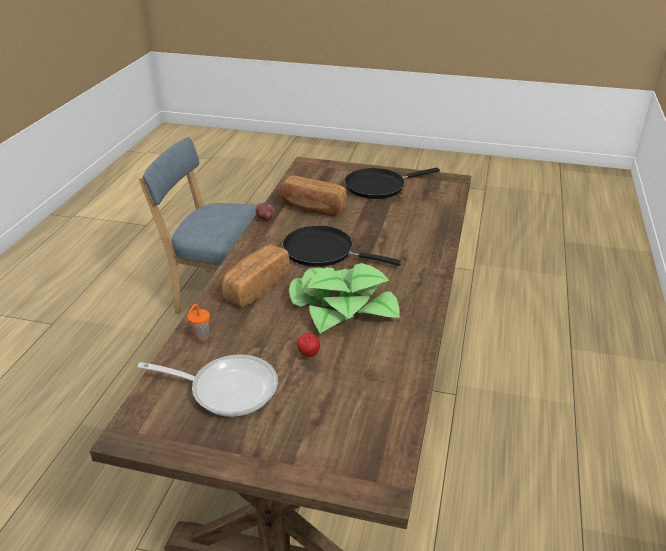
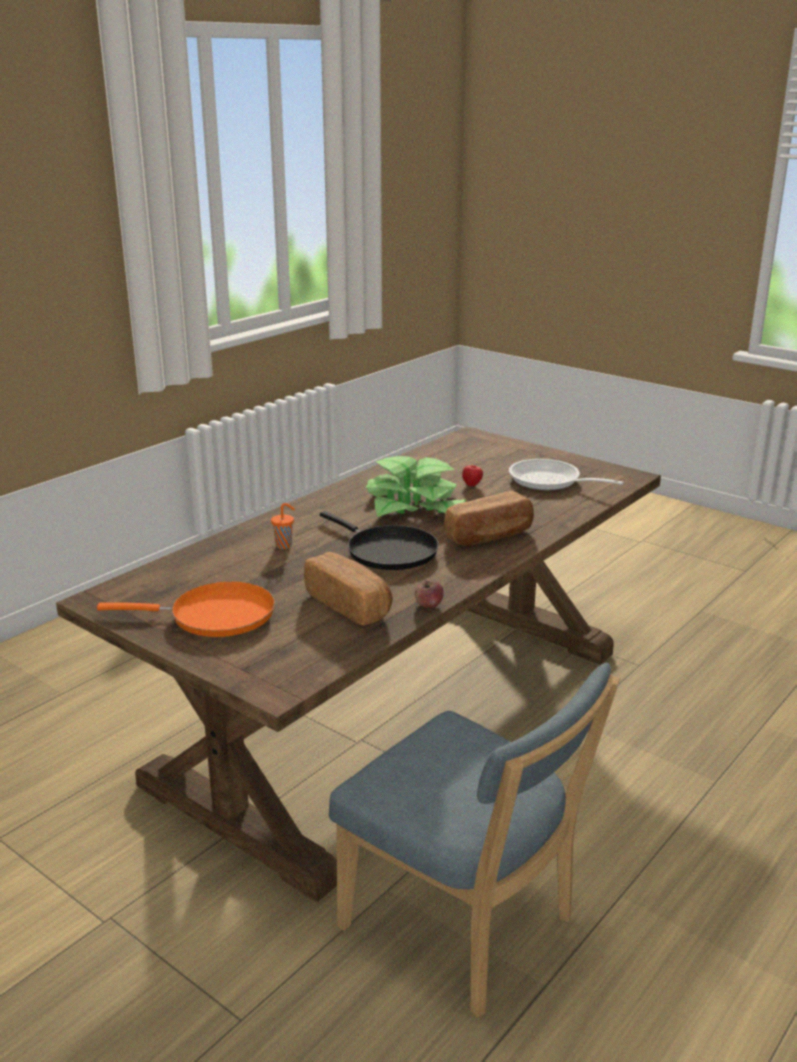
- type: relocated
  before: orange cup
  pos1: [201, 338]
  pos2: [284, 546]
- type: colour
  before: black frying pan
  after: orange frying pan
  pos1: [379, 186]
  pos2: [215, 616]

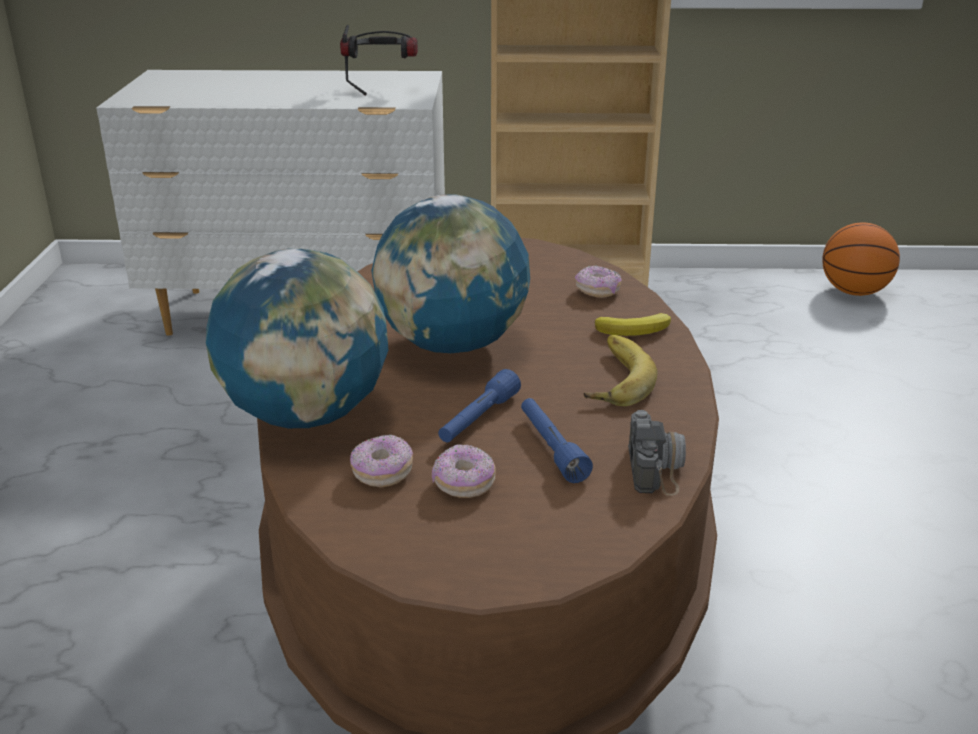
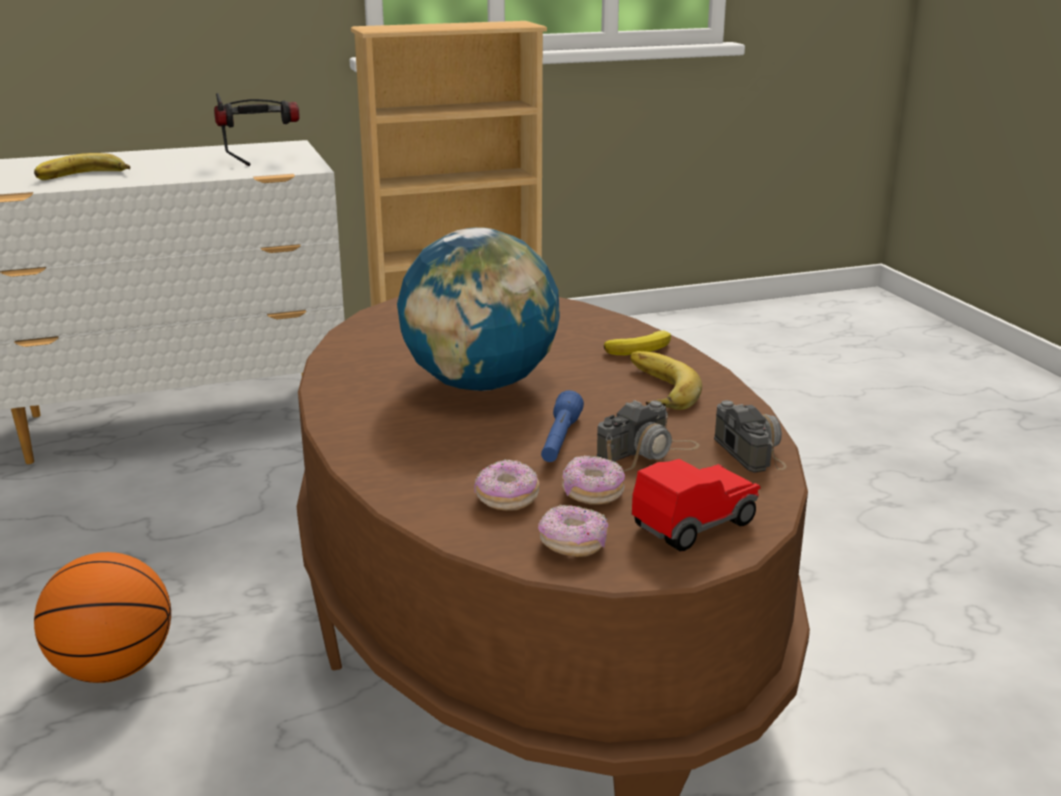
- type: missing
  before: globe
  pos1: [306, 415]
- type: exchanged
  before: blue flashlight
  after: photo camera
  pos1: [551, 448]
  pos2: [647, 452]
- type: relocated
  before: donut
  pos1: [597, 292]
  pos2: [573, 545]
- type: relocated
  before: basketball
  pos1: [854, 292]
  pos2: [113, 669]
- type: appeared
  after: banana
  pos2: [84, 176]
- type: appeared
  after: toy car
  pos2: [694, 525]

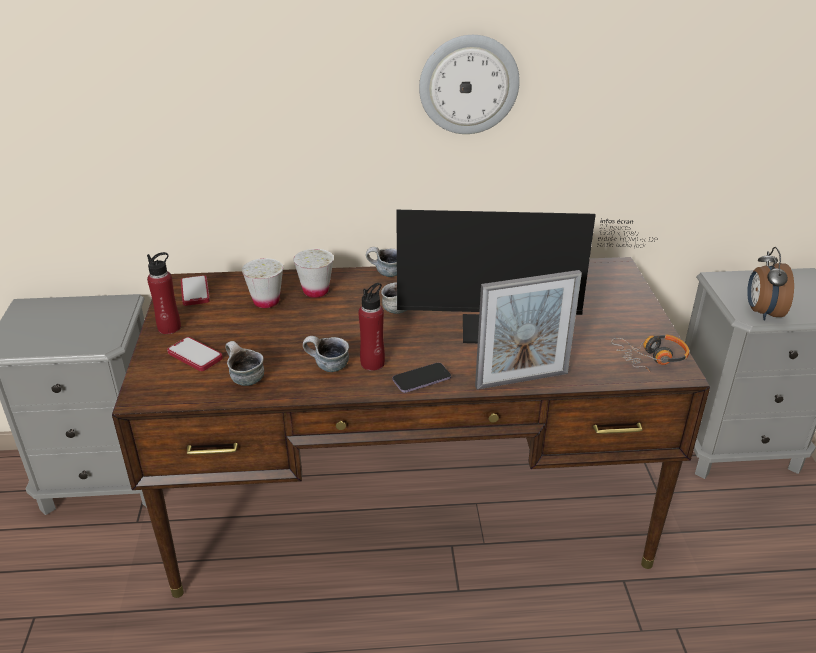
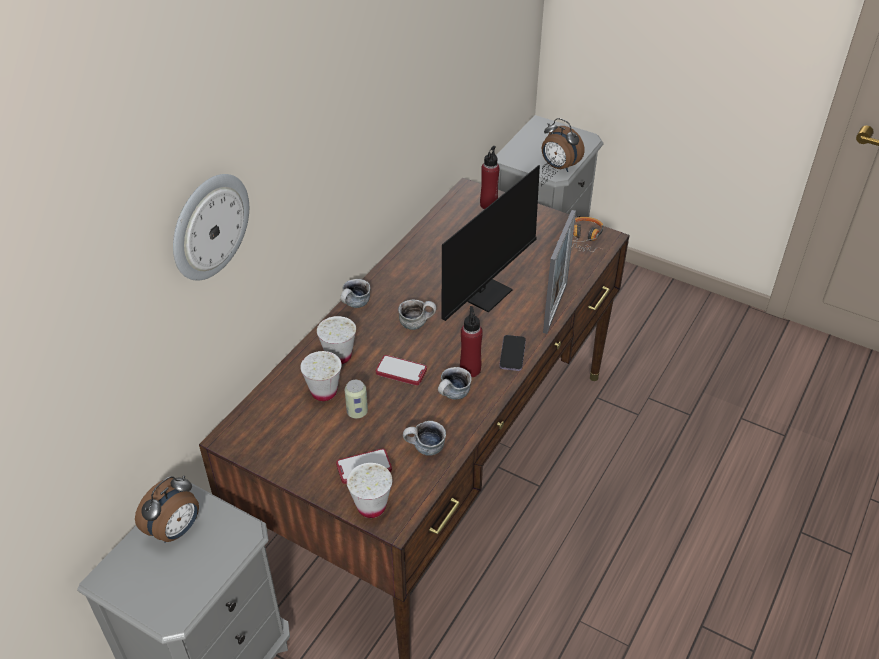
- type: relocated
  before: red bottle
  pos1: [169, 327]
  pos2: [488, 205]
- type: relocated
  before: phone
  pos1: [195, 292]
  pos2: [401, 371]
- type: relocated
  before: wall clock
  pos1: [468, 84]
  pos2: [209, 226]
- type: appeared
  after: alarm clock
  pos2: [176, 530]
- type: appeared
  after: can
  pos2: [357, 412]
- type: appeared
  after: white cup
  pos2: [371, 507]

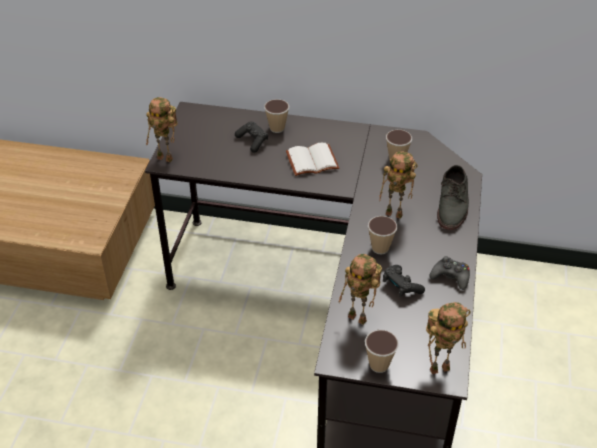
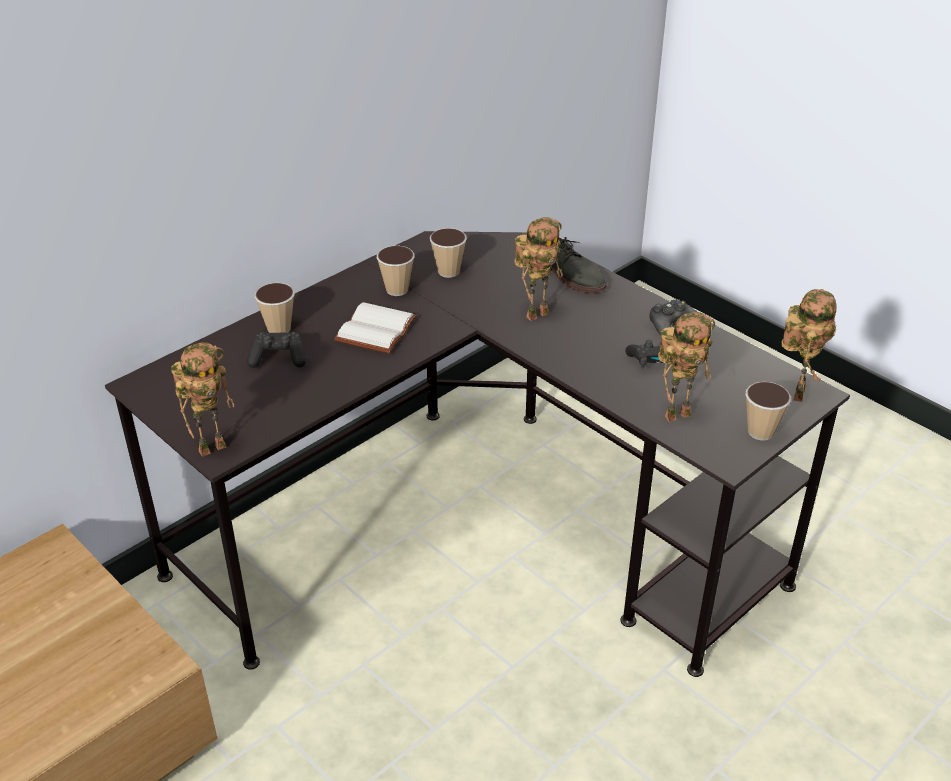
- type: relocated
  before: cup
  pos1: [380, 248]
  pos2: [397, 290]

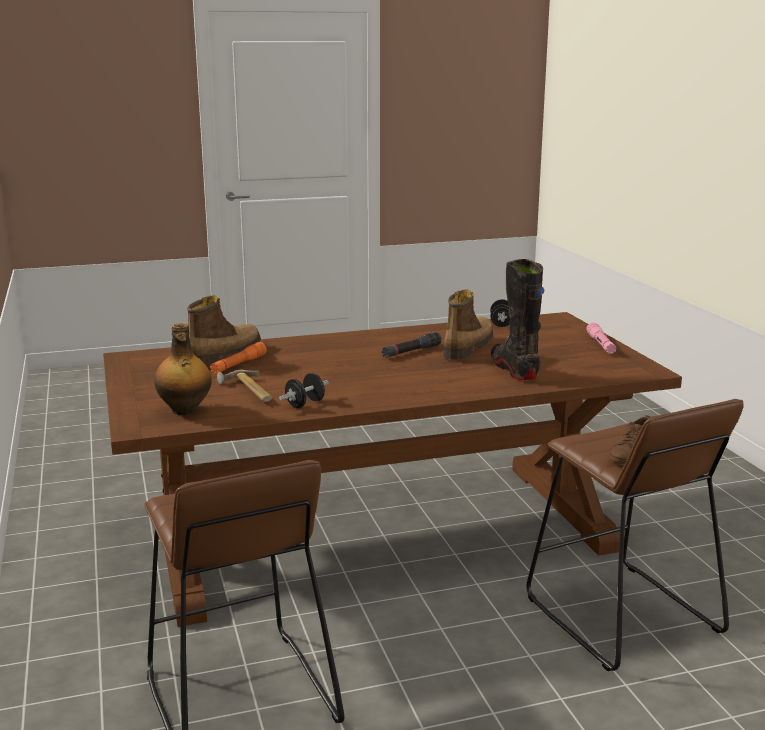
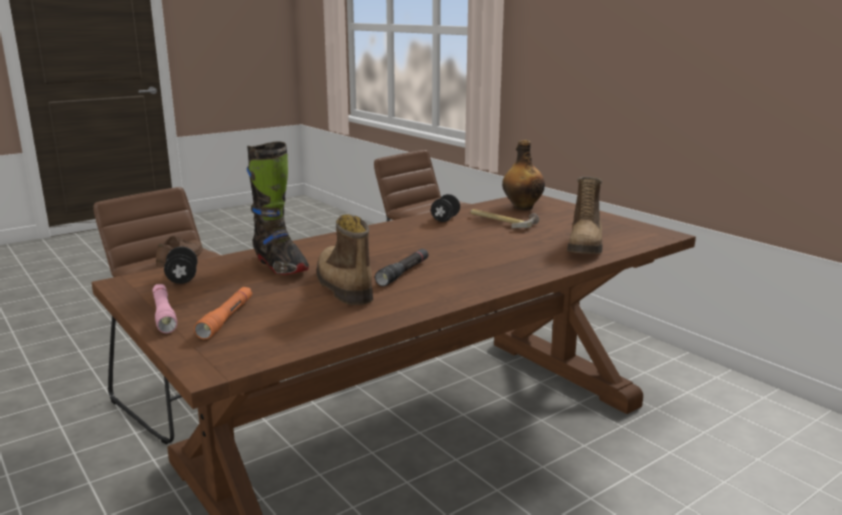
- type: relocated
  before: orange flashlight
  pos1: [238, 365]
  pos2: [226, 319]
- type: spun
  before: boot
  pos1: [467, 348]
  pos2: [342, 286]
  turn: 150
- type: relocated
  before: black dumbbell
  pos1: [501, 324]
  pos2: [182, 279]

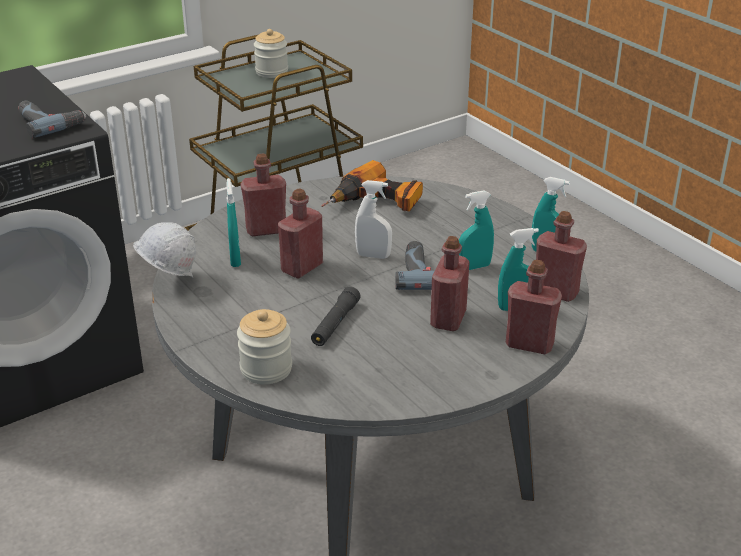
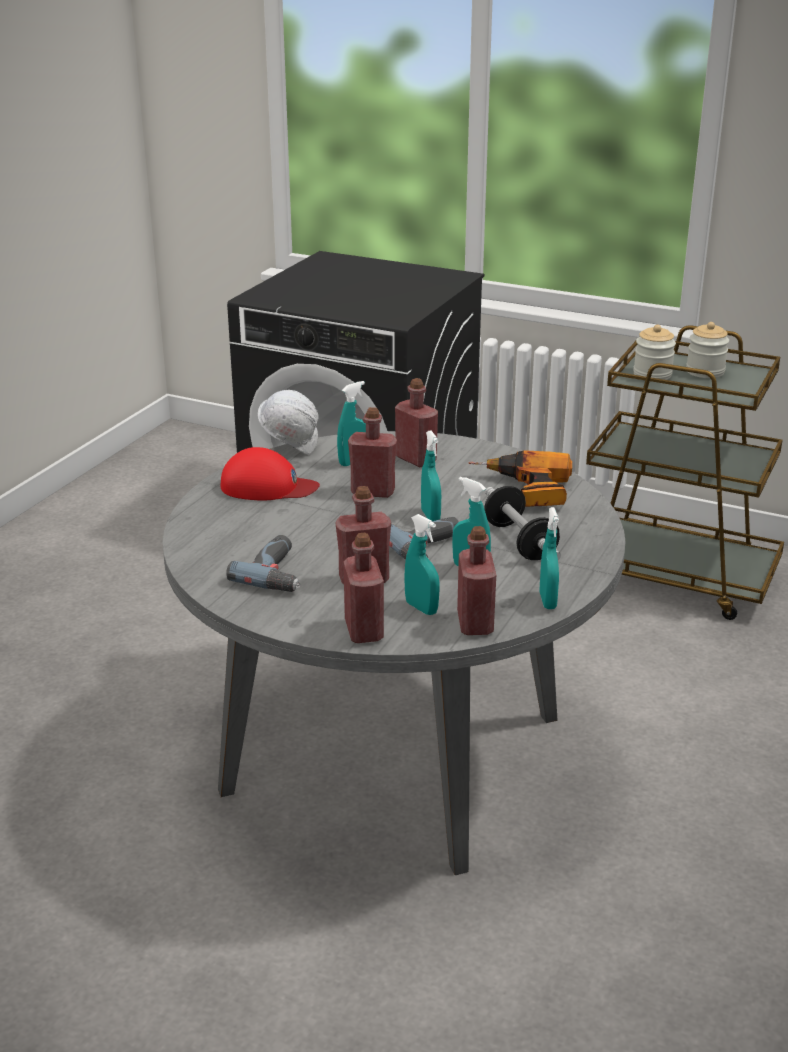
- type: relocated
  before: power drill
  pos1: [49, 122]
  pos2: [278, 573]
- type: relocated
  before: jar
  pos1: [266, 369]
  pos2: [652, 375]
- type: missing
  before: black flashlight
  pos1: [335, 324]
- type: colour
  before: white spray bottle
  after: turquoise spray bottle
  pos1: [373, 256]
  pos2: [430, 516]
- type: appeared
  after: red cap
  pos2: [268, 487]
- type: appeared
  after: dumbbell
  pos2: [520, 542]

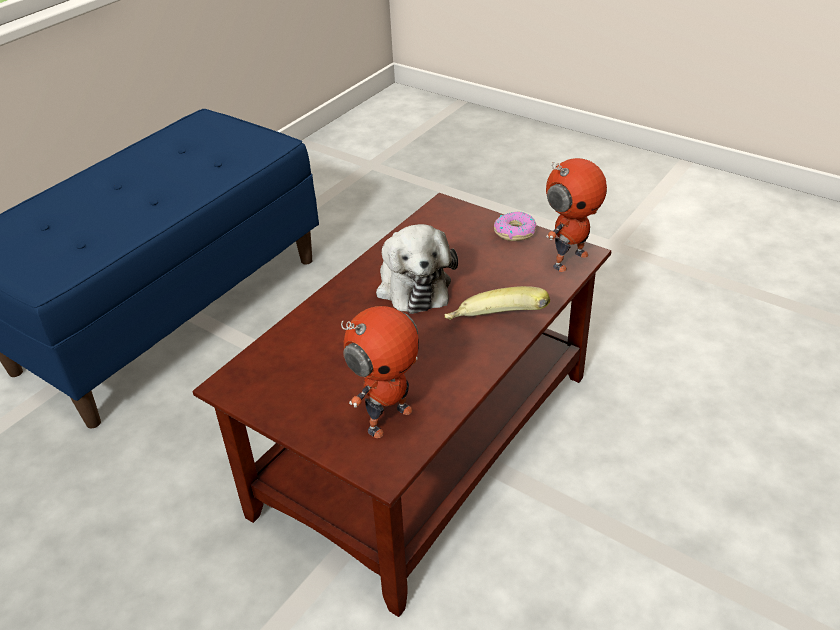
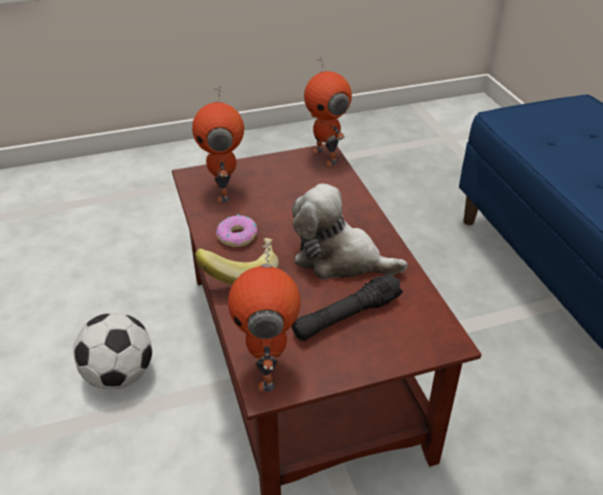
- type: relocated
  before: donut
  pos1: [514, 232]
  pos2: [238, 236]
- type: appeared
  after: football
  pos2: [120, 375]
- type: appeared
  after: black flashlight
  pos2: [346, 317]
- type: appeared
  after: toy robot
  pos2: [326, 156]

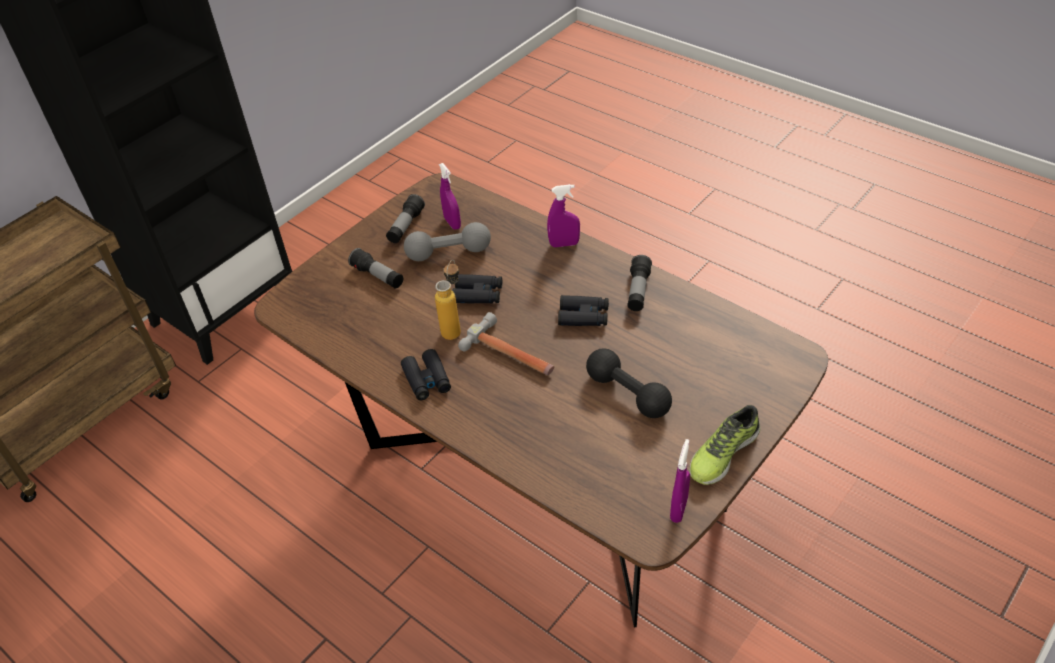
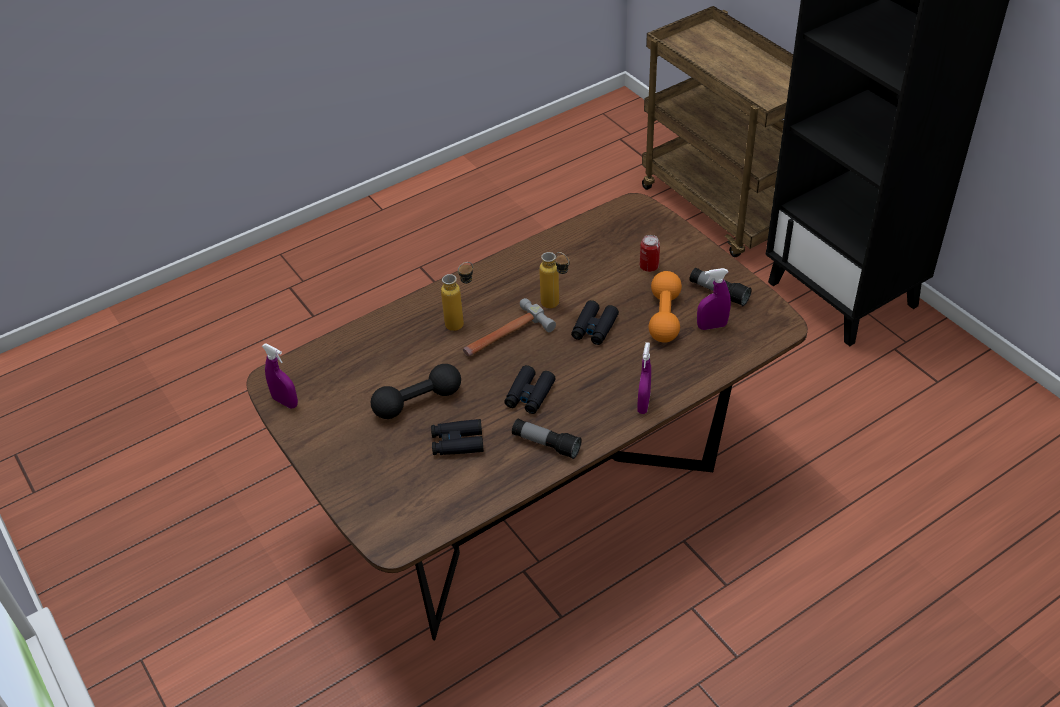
- type: exchanged
  before: flashlight
  after: can
  pos1: [378, 276]
  pos2: [649, 266]
- type: relocated
  before: black binoculars
  pos1: [427, 380]
  pos2: [457, 442]
- type: colour
  before: grey dumbbell
  after: orange dumbbell
  pos1: [449, 253]
  pos2: [664, 317]
- type: missing
  before: shoe
  pos1: [722, 453]
- type: appeared
  after: bottle
  pos2: [461, 322]

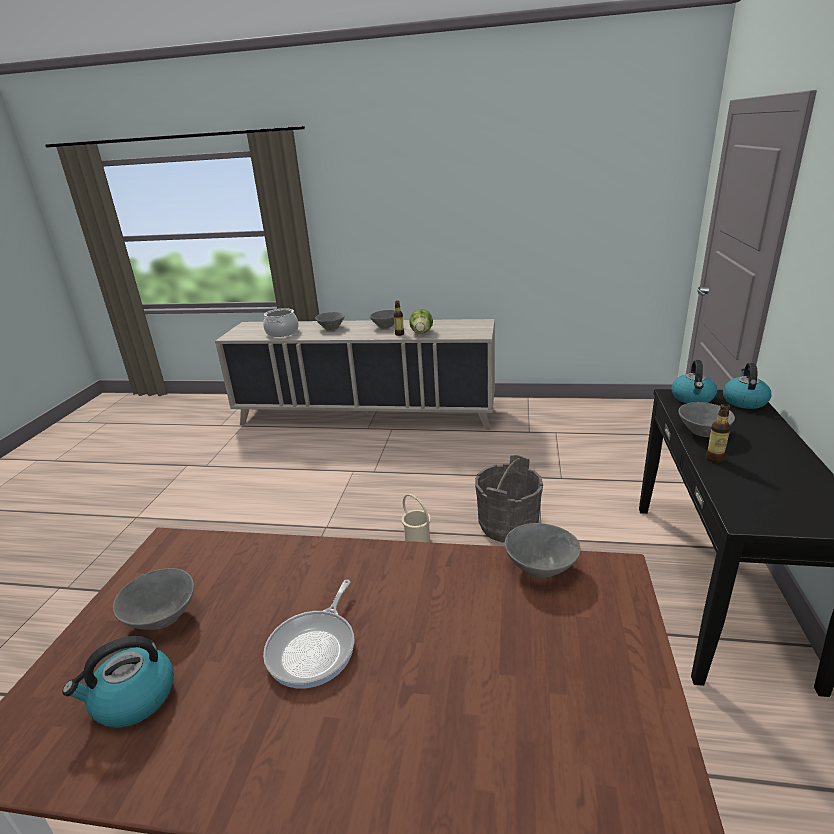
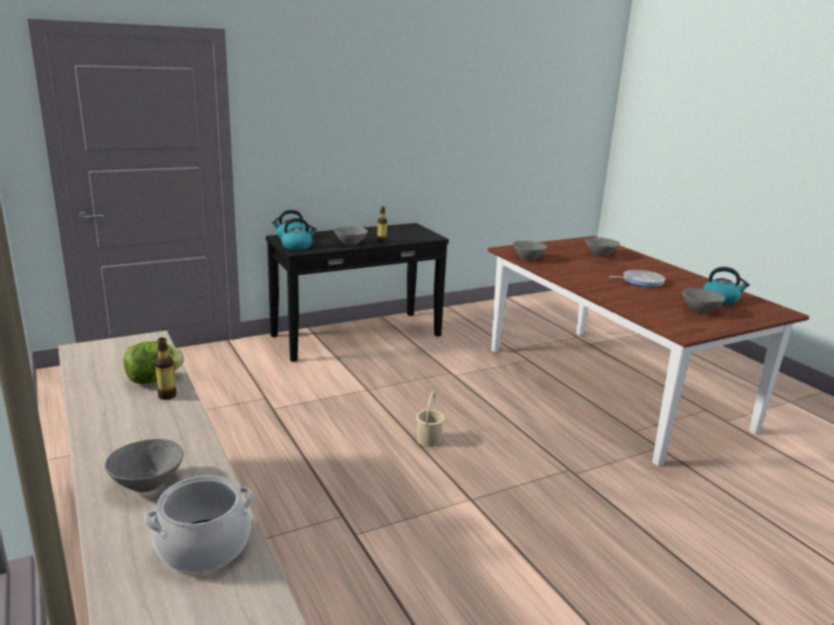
- type: relocated
  before: grey bowl
  pos1: [385, 326]
  pos2: [601, 255]
- type: missing
  before: grey bucket
  pos1: [507, 525]

